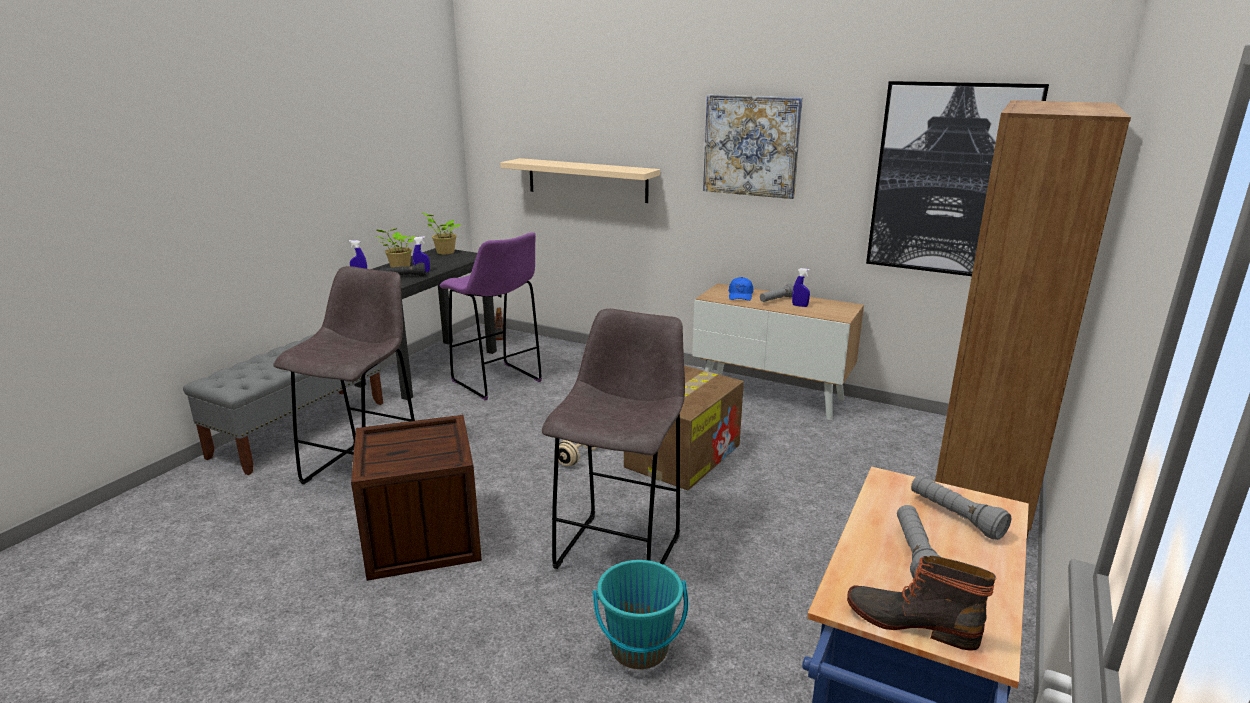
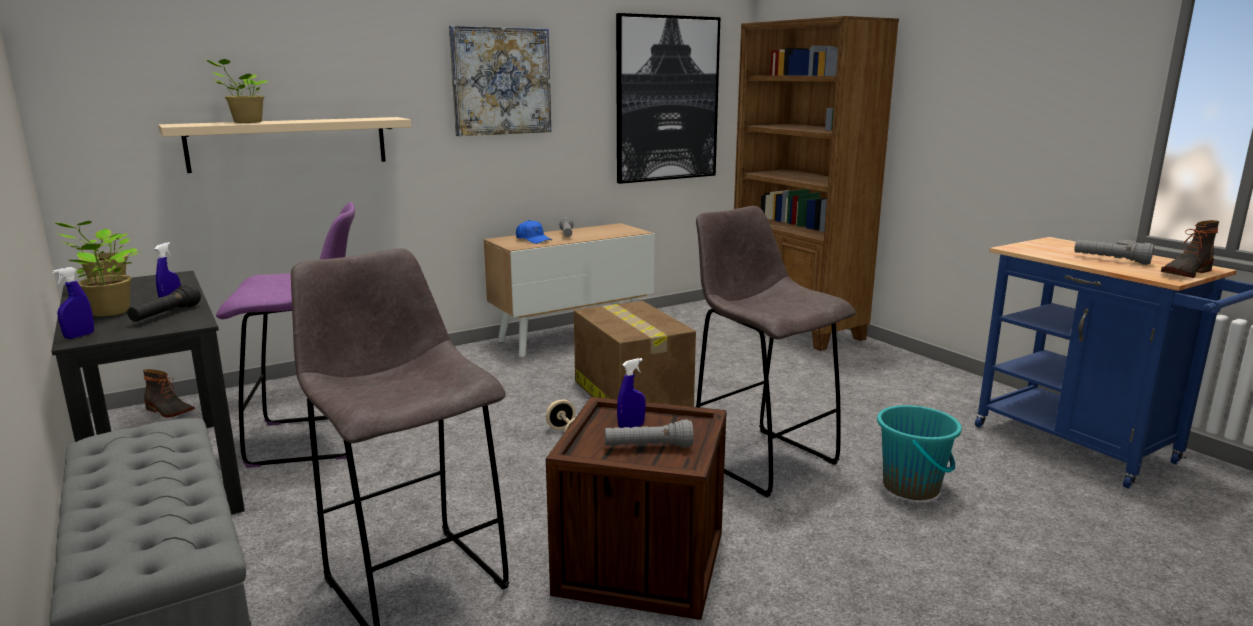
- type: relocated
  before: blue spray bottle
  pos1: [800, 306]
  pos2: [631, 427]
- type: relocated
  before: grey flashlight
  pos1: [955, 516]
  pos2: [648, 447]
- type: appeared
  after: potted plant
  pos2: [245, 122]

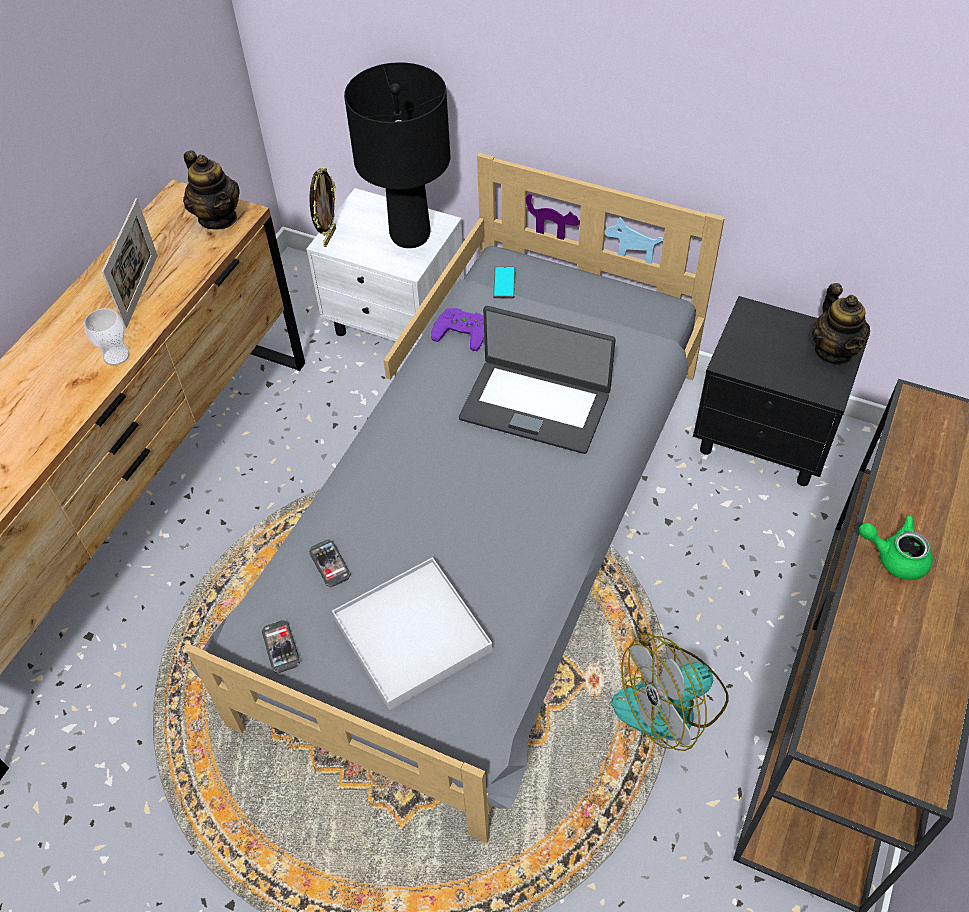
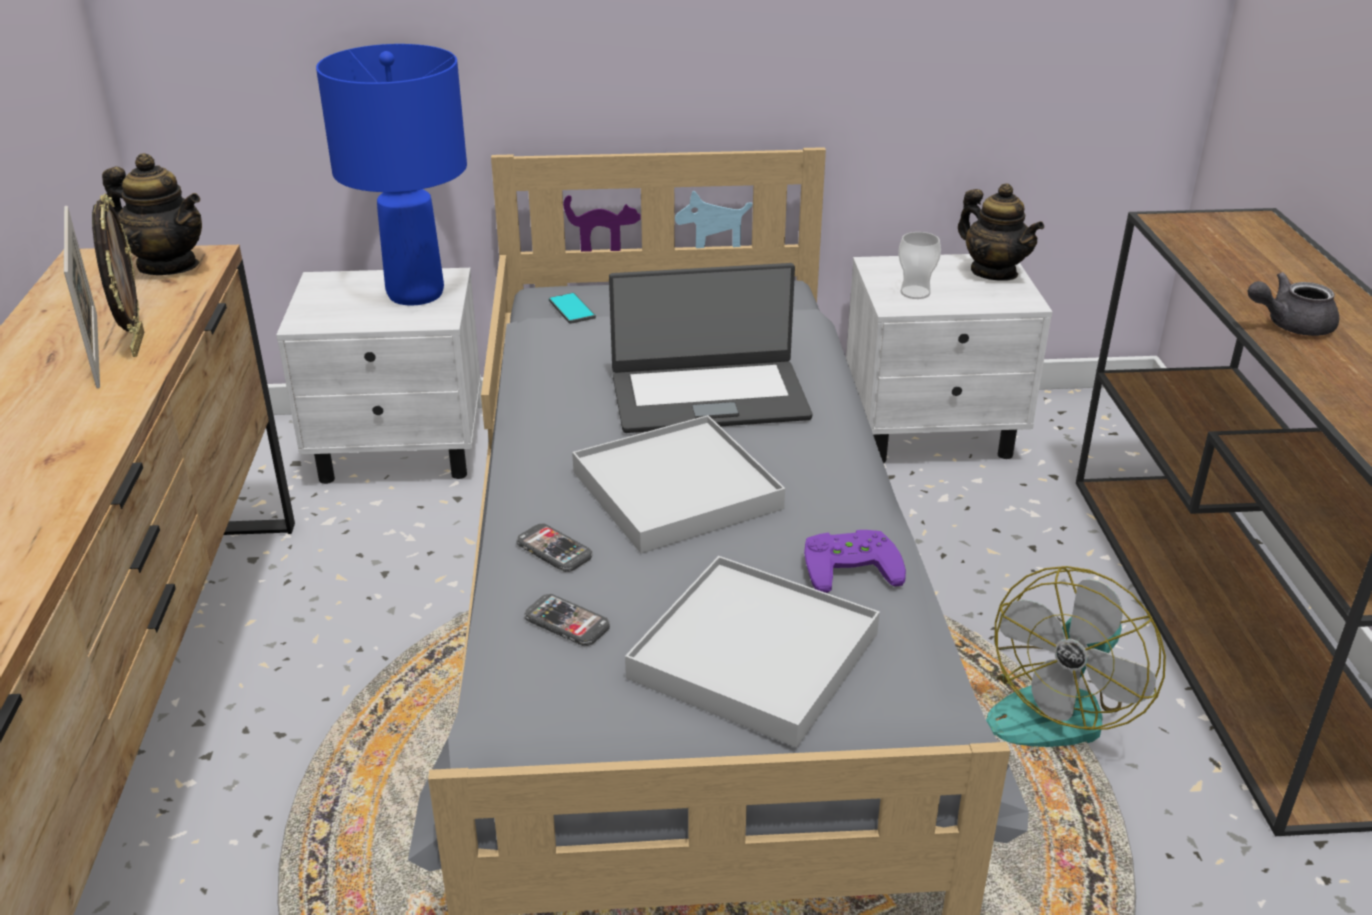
- type: relocated
  before: cup
  pos1: [116, 356]
  pos2: [915, 292]
- type: relocated
  before: phone
  pos1: [281, 647]
  pos2: [554, 550]
- type: relocated
  before: picture frame
  pos1: [328, 237]
  pos2: [136, 344]
- type: colour
  before: black table lamp
  after: blue table lamp
  pos1: [409, 235]
  pos2: [414, 294]
- type: relocated
  before: purple game controller
  pos1: [463, 330]
  pos2: [850, 564]
- type: colour
  before: black nightstand
  after: white nightstand
  pos1: [765, 439]
  pos2: [933, 432]
- type: colour
  before: green teapot
  after: grey teapot
  pos1: [894, 557]
  pos2: [1289, 325]
- type: appeared
  after: white tray
  pos2: [676, 490]

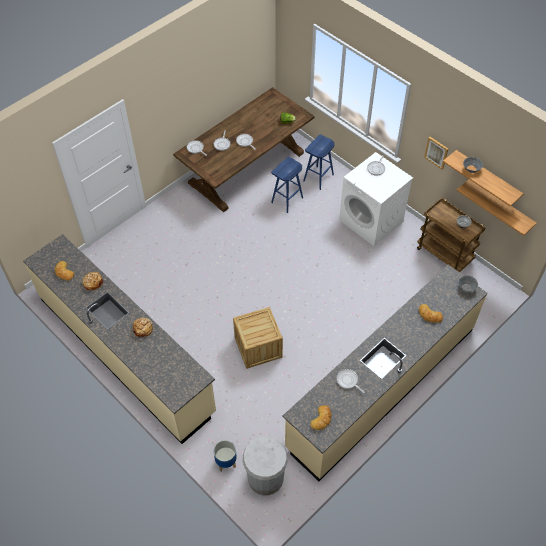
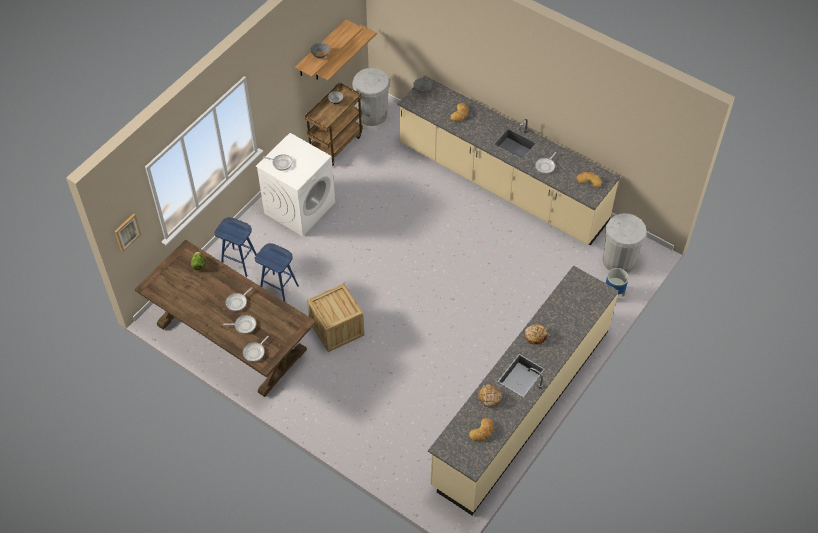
- type: relocated
  before: crate
  pos1: [258, 347]
  pos2: [337, 328]
- type: relocated
  before: picture
  pos1: [436, 152]
  pos2: [127, 232]
- type: appeared
  after: white trash can
  pos2: [372, 114]

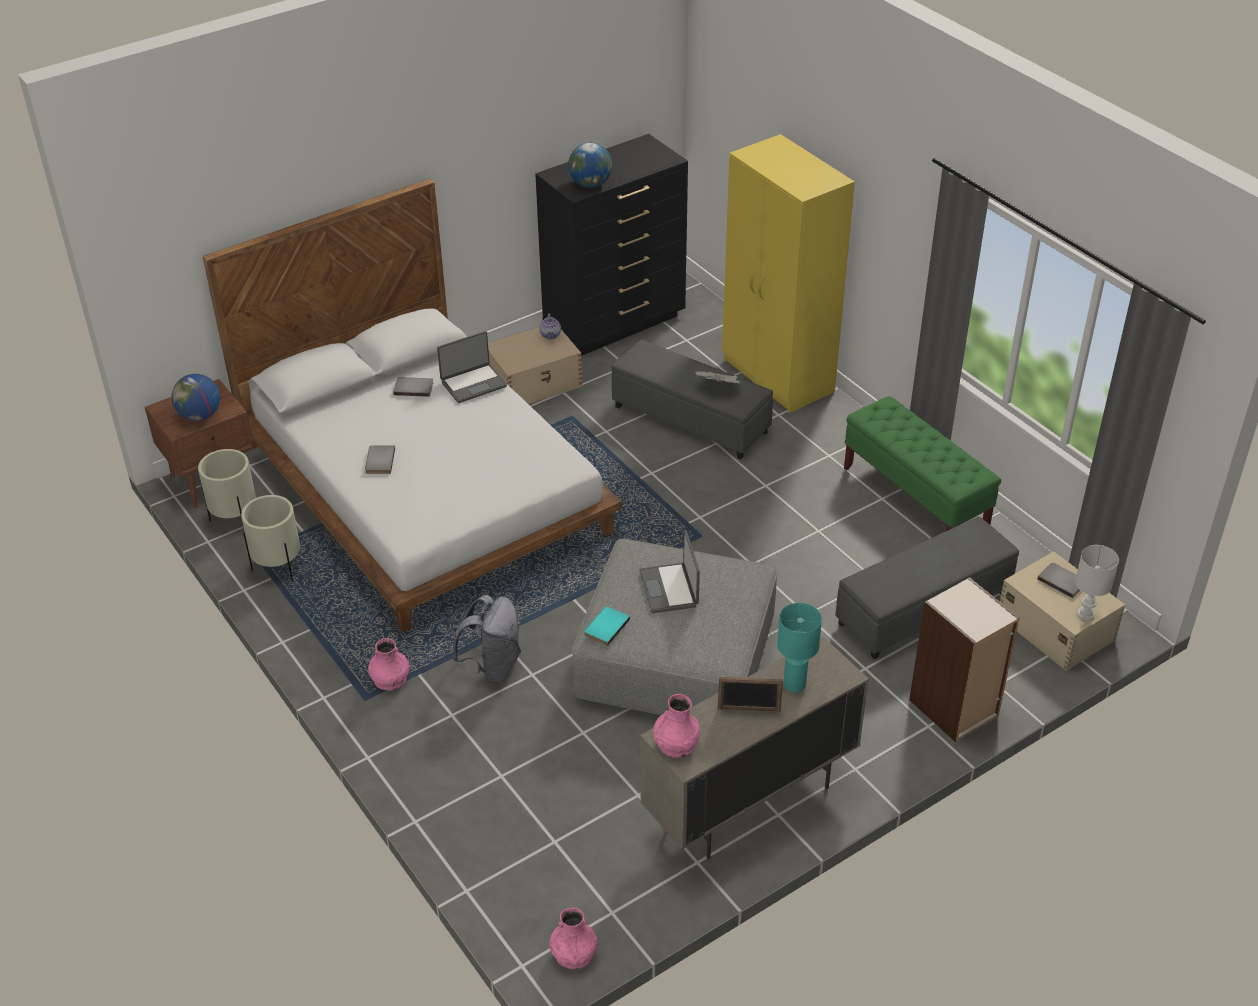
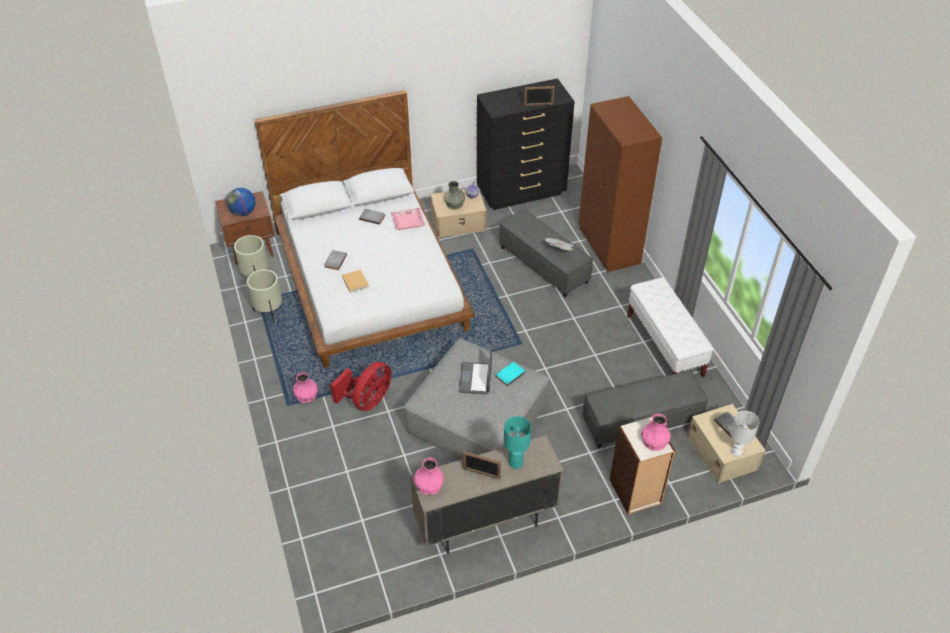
- type: exchanged
  before: laptop
  after: pink tray
  pos1: [473, 383]
  pos2: [408, 221]
- type: exchanged
  before: grey backpack
  after: red fan
  pos1: [493, 666]
  pos2: [367, 401]
- type: relocated
  before: pink vase
  pos1: [574, 954]
  pos2: [654, 442]
- type: missing
  before: globe
  pos1: [590, 184]
- type: relocated
  before: turquoise book
  pos1: [605, 627]
  pos2: [509, 374]
- type: colour
  before: yellow wardrobe
  after: brown wardrobe
  pos1: [777, 377]
  pos2: [608, 247]
- type: colour
  before: green bench
  after: white bench
  pos1: [915, 499]
  pos2: [664, 346]
- type: appeared
  after: beige book
  pos2: [355, 281]
- type: appeared
  after: grey vase
  pos2: [454, 204]
- type: appeared
  after: picture frame
  pos2: [538, 105]

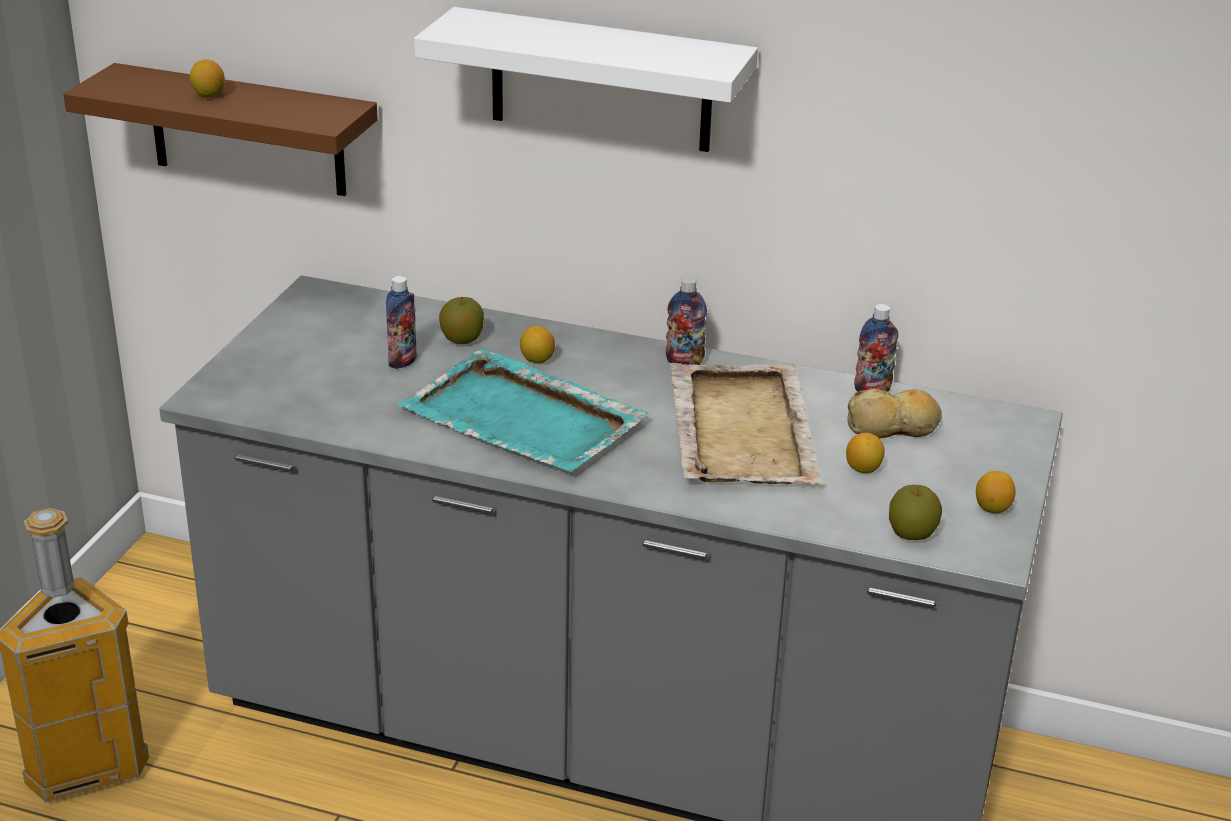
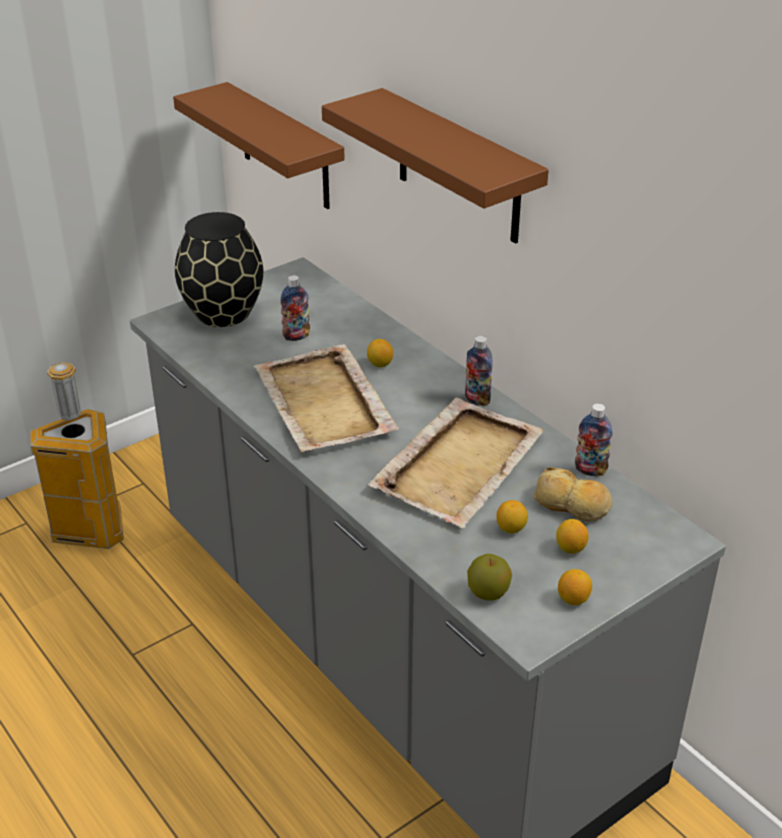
- type: relocated
  before: lemon
  pos1: [208, 95]
  pos2: [570, 548]
- type: colour
  before: turquoise tray
  after: beige tray
  pos1: [524, 419]
  pos2: [324, 404]
- type: colour
  before: white shelf
  after: brown shelf
  pos1: [601, 81]
  pos2: [458, 168]
- type: missing
  before: apple
  pos1: [462, 340]
- type: appeared
  after: black vase
  pos2: [222, 313]

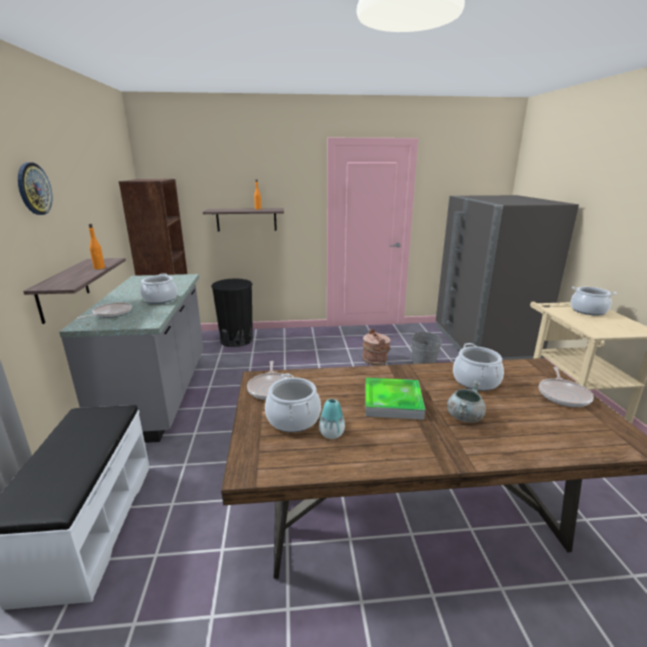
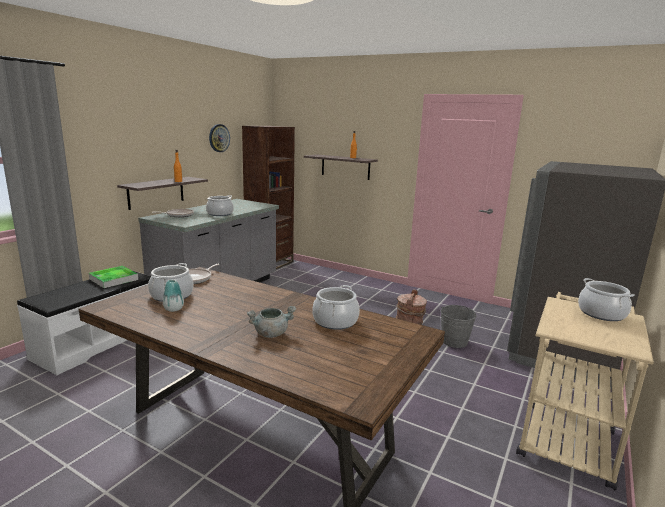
- type: relocated
  before: wall clock
  pos1: [34, 189]
  pos2: [219, 138]
- type: missing
  before: black trash can
  pos1: [236, 340]
- type: relocated
  before: tray
  pos1: [392, 402]
  pos2: [113, 279]
- type: missing
  before: frying pan
  pos1: [563, 395]

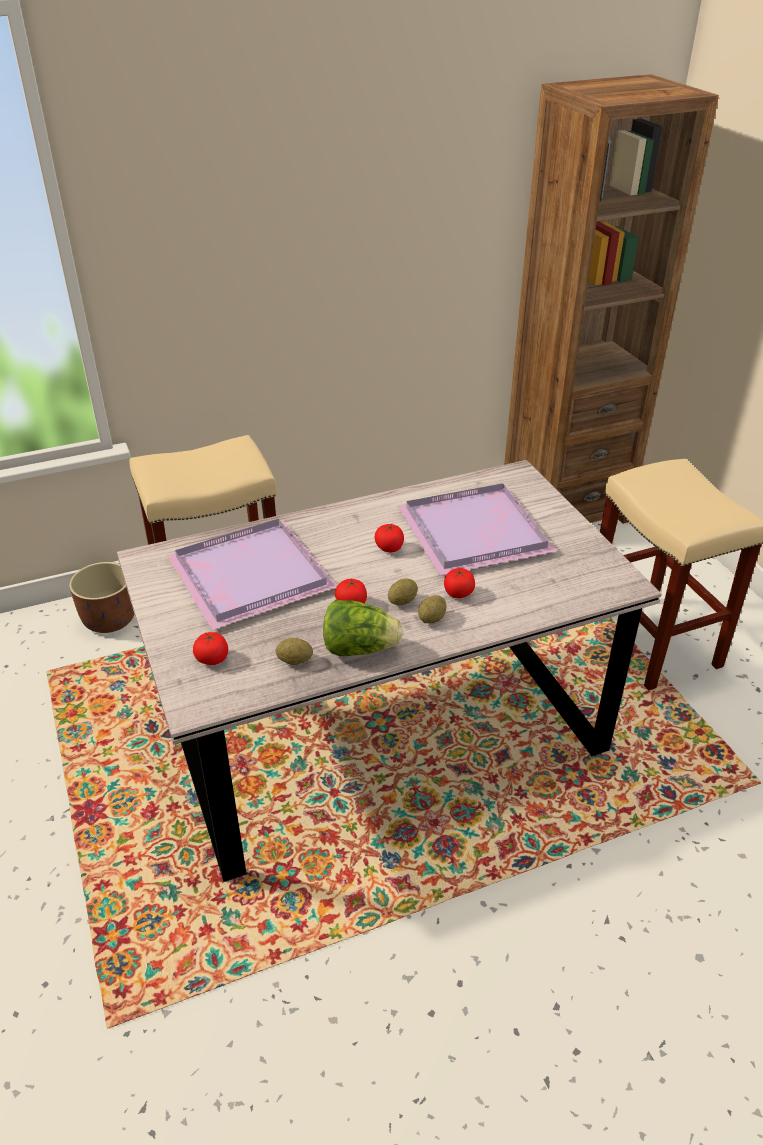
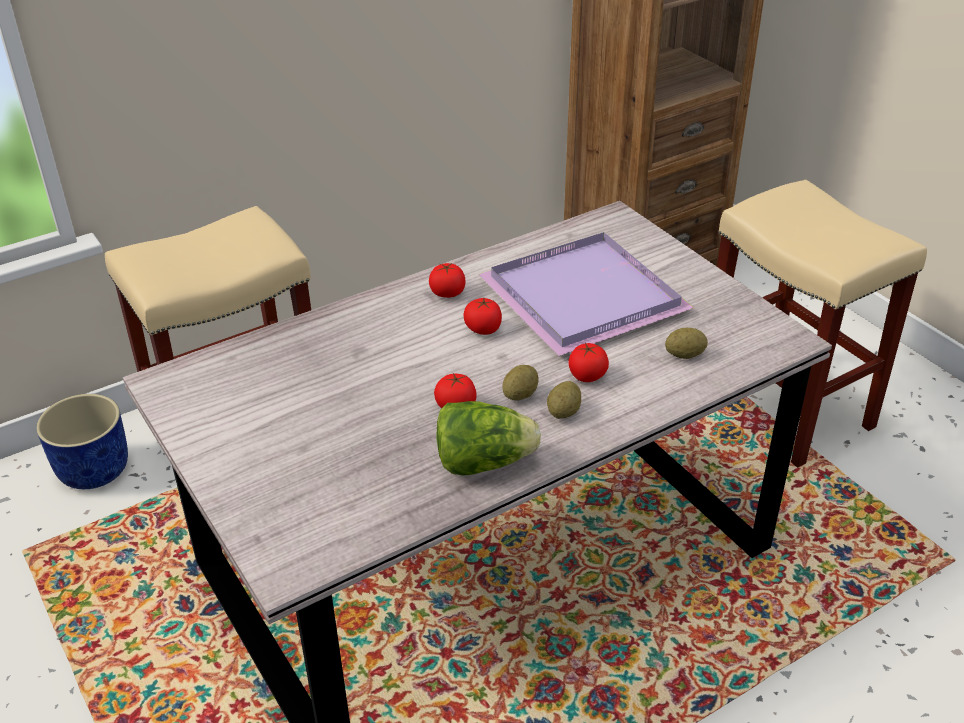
- type: colour
  before: brown planter
  after: blue planter
  pos1: [110, 619]
  pos2: [94, 469]
- type: missing
  before: purple tray
  pos1: [247, 575]
- type: relocated
  before: tomato
  pos1: [212, 659]
  pos2: [447, 293]
- type: relocated
  before: potato
  pos1: [295, 661]
  pos2: [684, 355]

